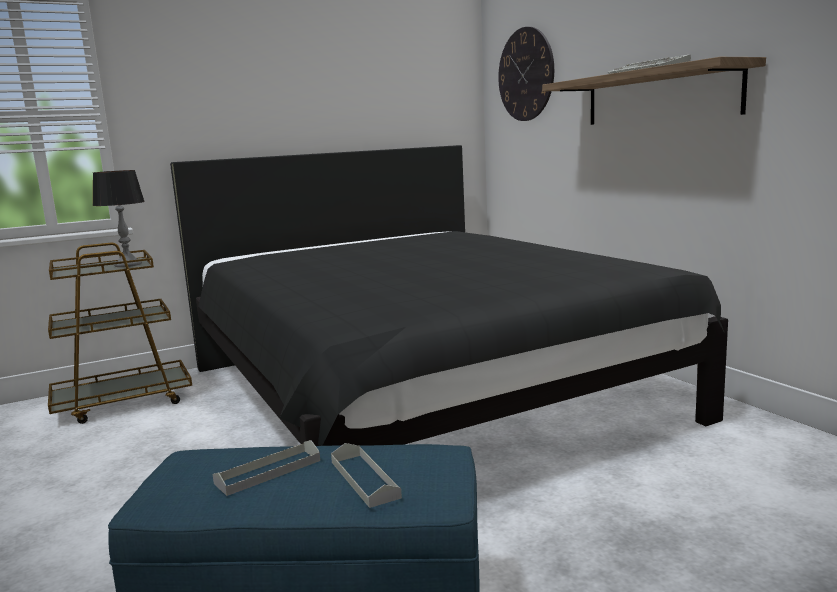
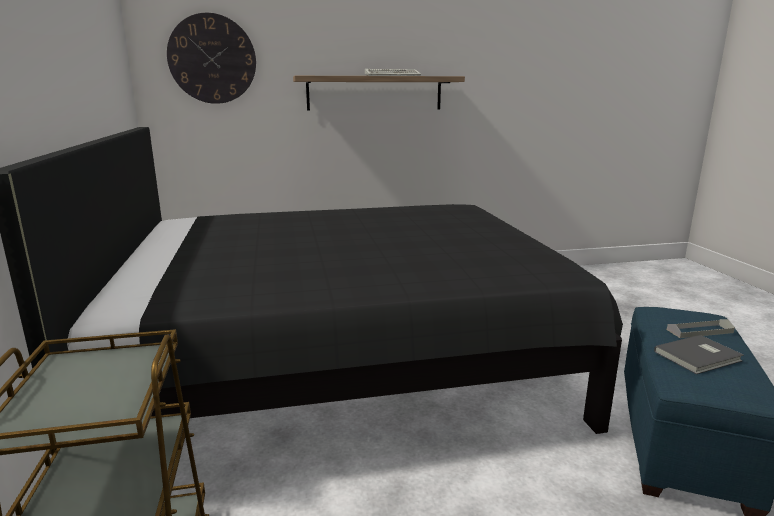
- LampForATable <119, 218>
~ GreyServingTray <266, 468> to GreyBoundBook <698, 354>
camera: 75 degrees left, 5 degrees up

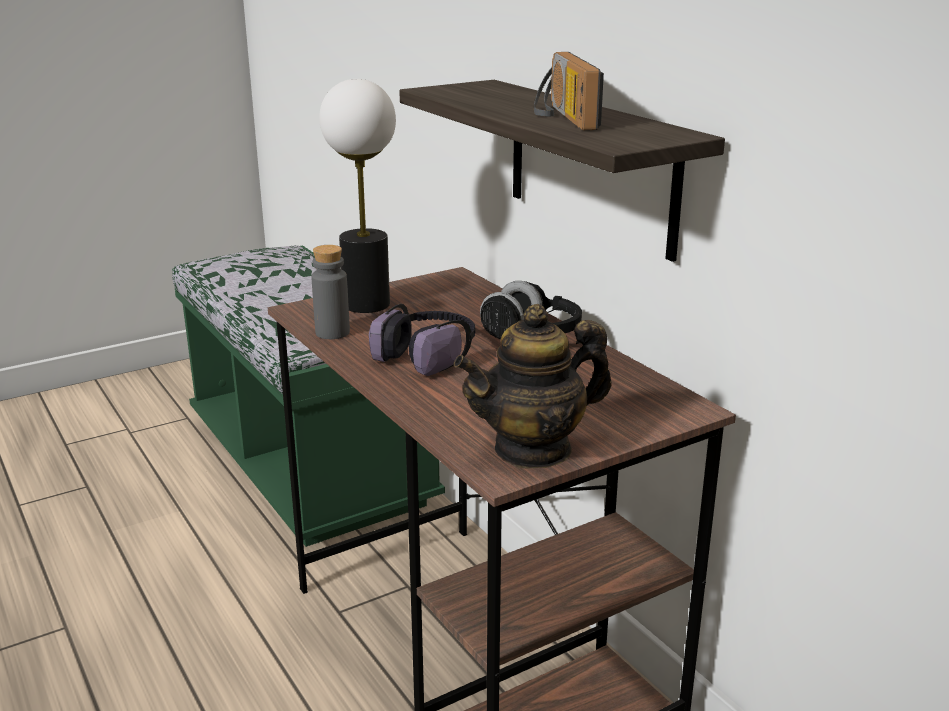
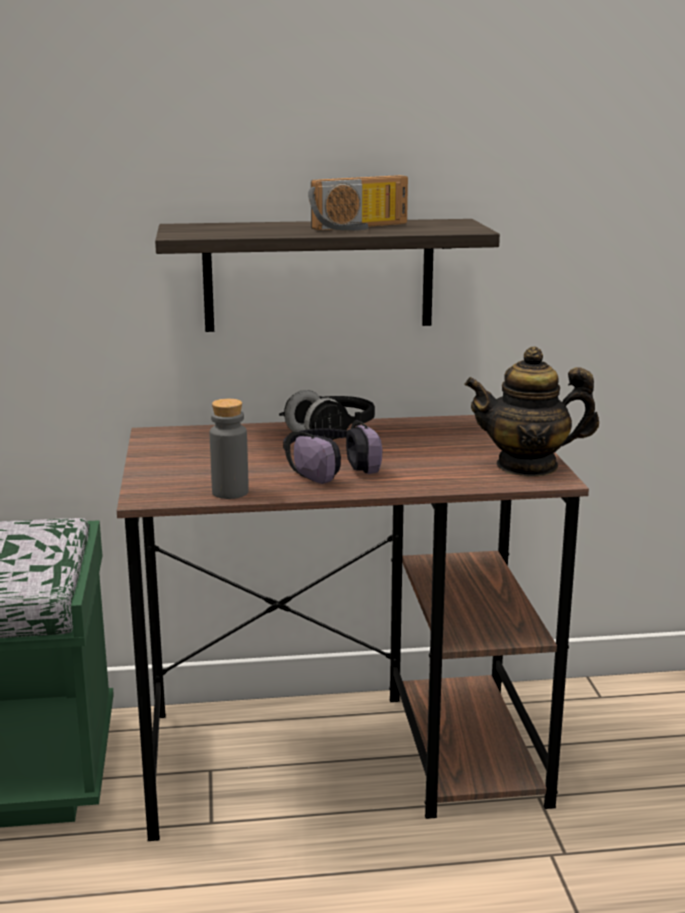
- LampForATable <357, 196>
~ Teapot <533, 386> = <531, 411> 90 degrees clockwise
~ Radio <569, 91> = <358, 203> 45 degrees counterclockwise
camera: 65 degrees left, 5 degrees down

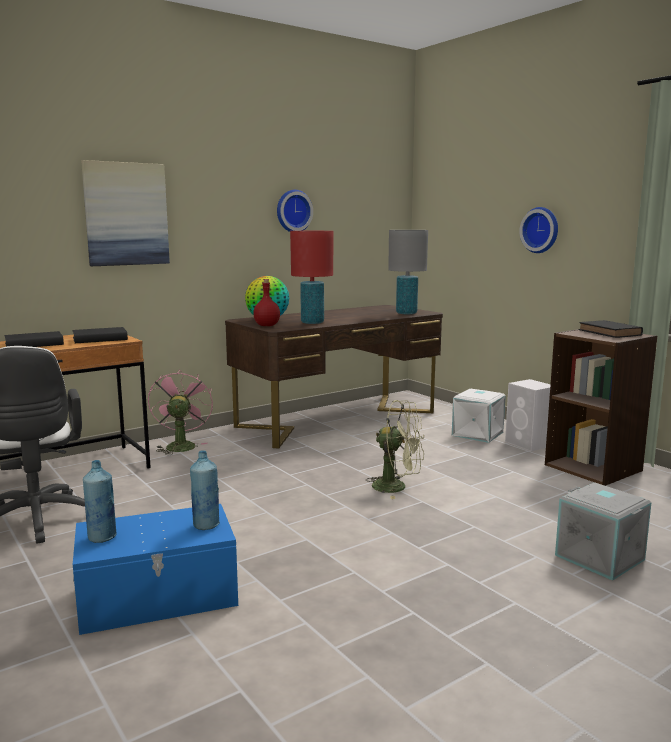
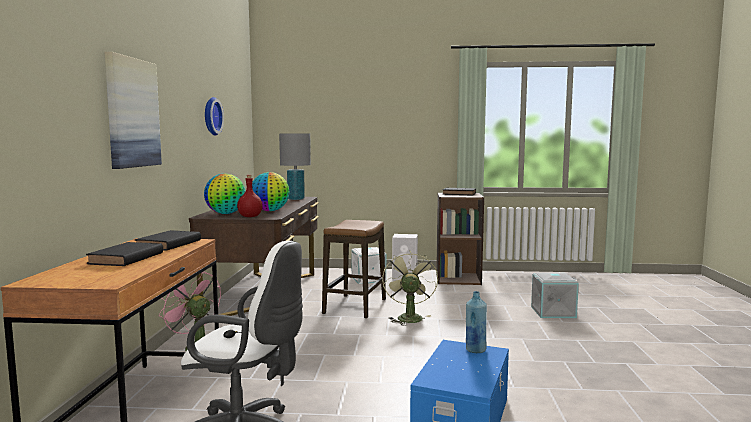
- BlueBottle <100, 501>
- ClockOnTheWall <538, 230>
+ StoolSeat <354, 269>
~ RedColouredLampForATable <311, 277> to WorldGlobe <271, 191>
~ GreenishCoolingFan <395, 449> = <410, 288> 60 degrees counterclockwise
camera: 50 degrees left, 5 degrees down

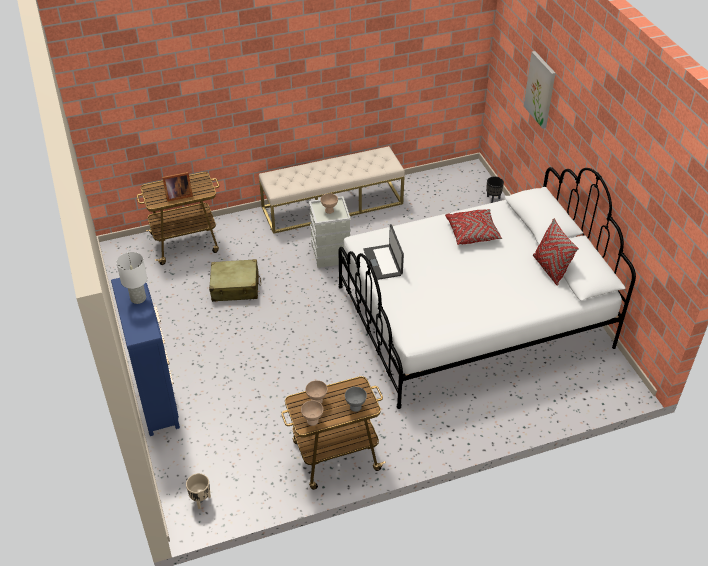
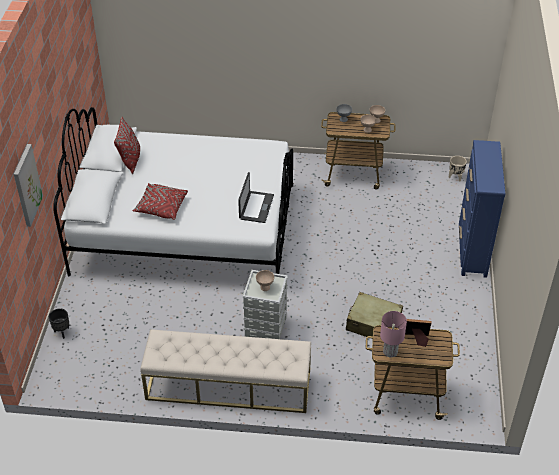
- WhitishLampForATable <131, 278>
+ PinkColouredLampForATable <393, 334>
camera: 155 degrees left, 0 degrees up

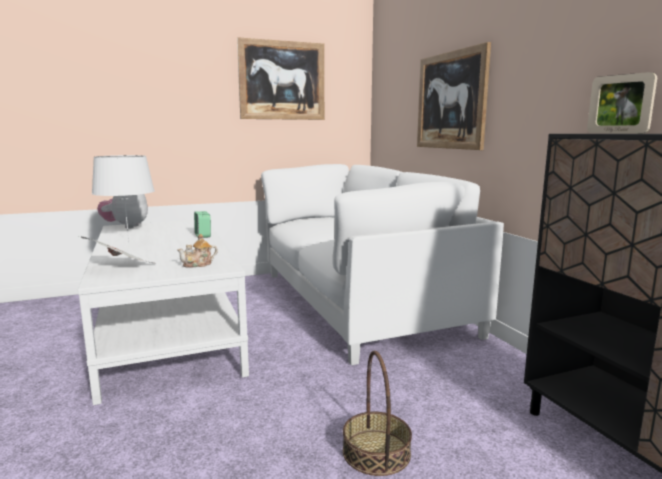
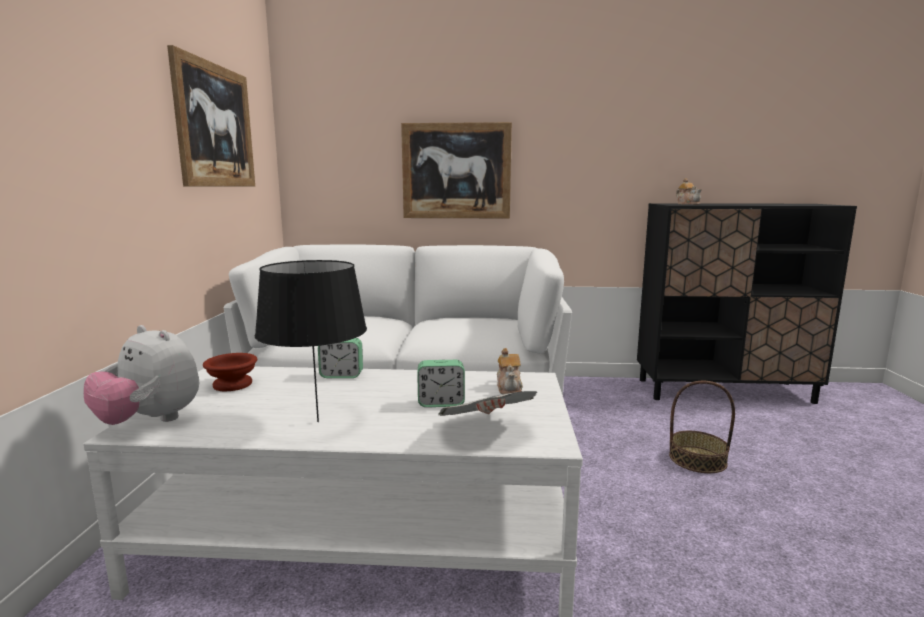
+ BrownColouredBowl <230, 372>
+ BedsideClock <441, 383>
~ StandingFrame <622, 102> to Teapot <689, 191>
~ WhitishLampForATable <123, 199> to BlackLampForATable <311, 341>
camera: 65 degrees left, 0 degrees up

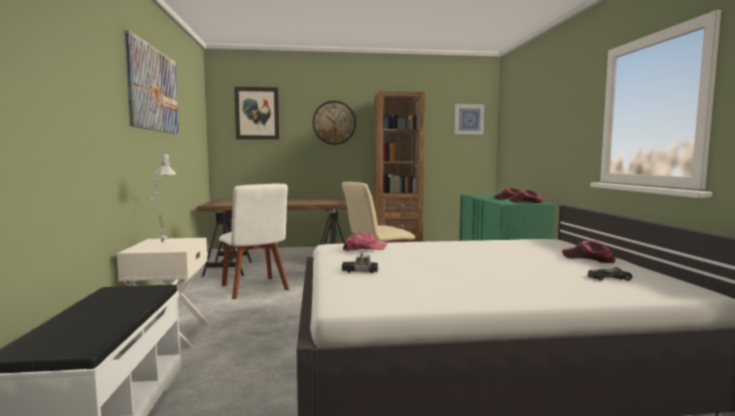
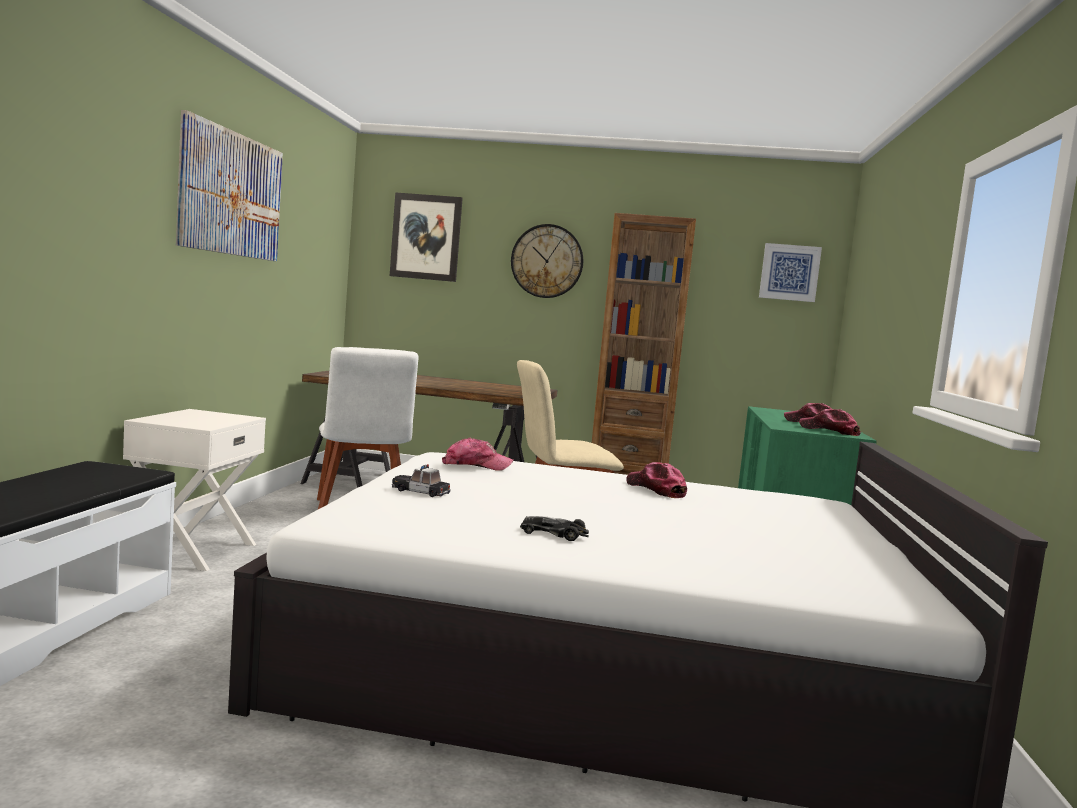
- GreyLampForATable <163, 198>
~ BaseballCap <589, 252> to <656, 480>
~ MiniatureCar <610, 274> to <554, 528>
camera: 15 degrees right, 0 degrees up

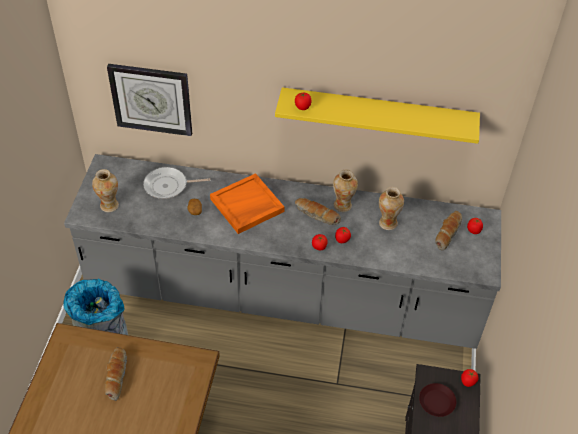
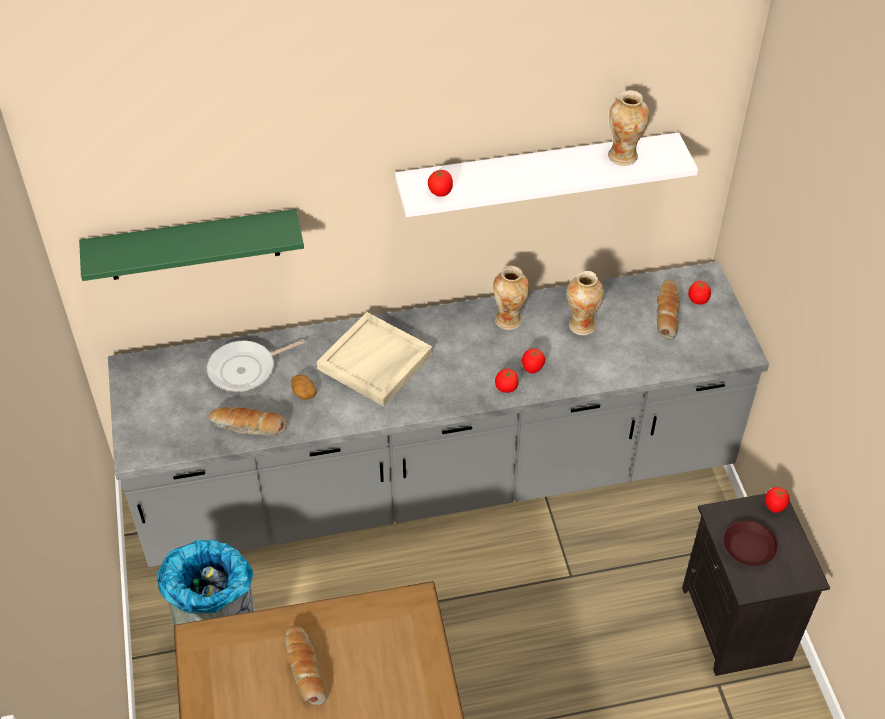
~ Vase <105, 190> to <629, 128>
~ BakeryBread <318, 211> to <248, 421>
~ ClockOnTheWall <149, 100> to GreenishShelf <191, 245>
~ OrangeColouredServingTray <247, 203> to BeigeColouredServingTray <375, 359>
~ YellowishShelf <377, 115> to WhitishShelf <546, 175>
camera: 20 degrees left, 0 degrees up

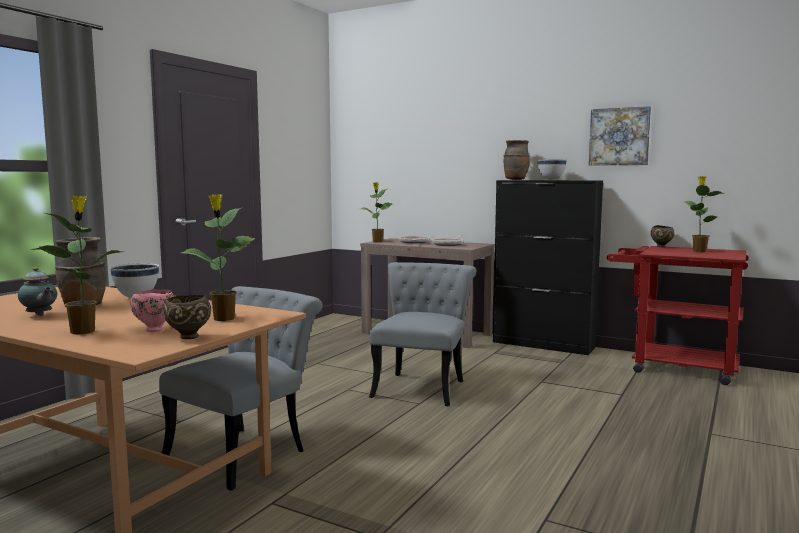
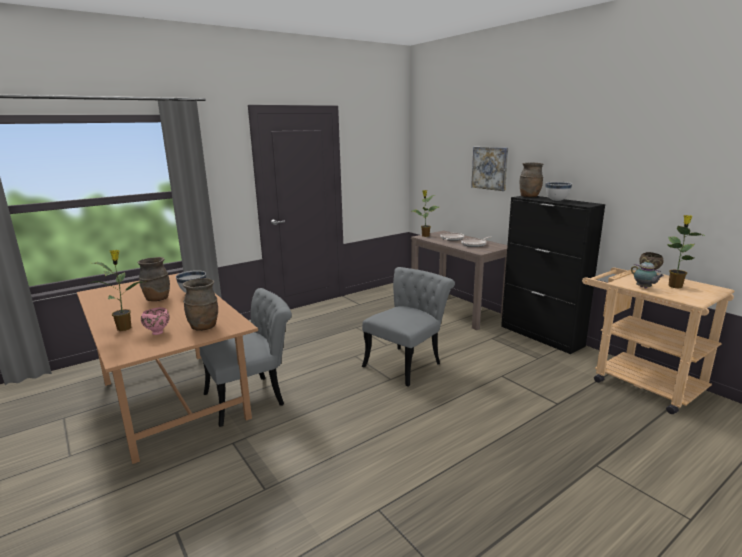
- BrownColouredBowl <187, 317>
~ Teapot <37, 291> to <647, 274>
~ WallPicture <620, 136> to <489, 169>
~ PottedPlant <218, 257> to BrownColouredVase <200, 304>
~ RedColouredWheeledCart <678, 315> to BeigeColouredWheeledCart <658, 340>
camera: 25 degrees right, 10 degrees up

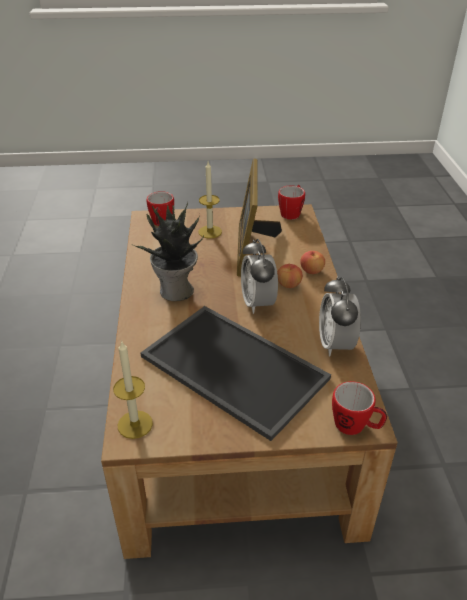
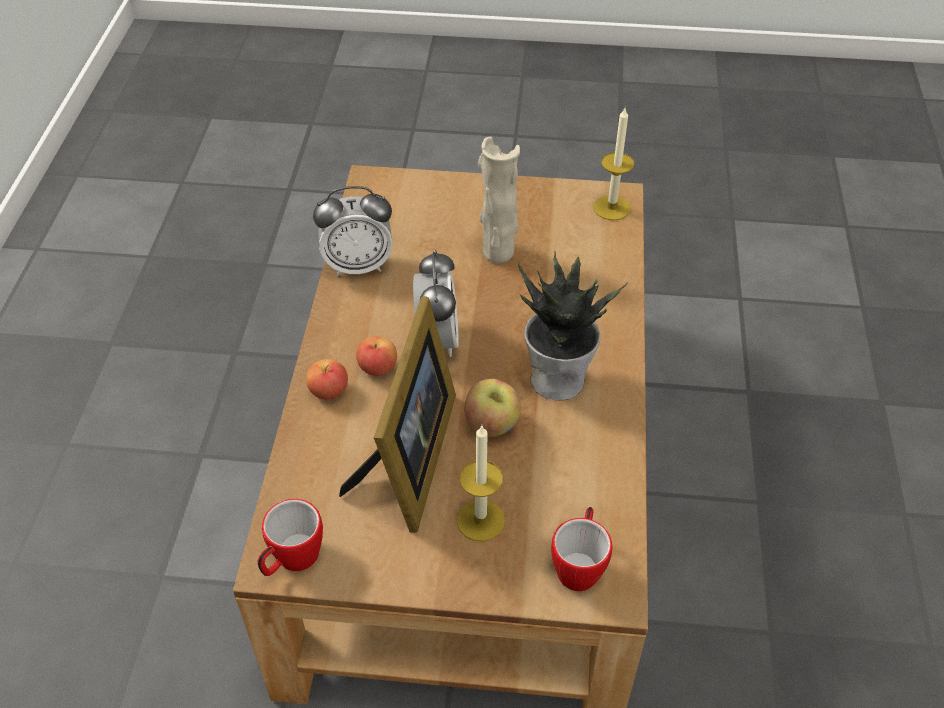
- CoffeeMug <359, 408>
+ Apple <492, 408>
~ ServingTray <236, 373> to BeigeColouredVase <499, 200>
~ BedsideClock <340, 316> = <352, 231> 75 degrees clockwise
camera: 170 degrees left, 10 degrees up

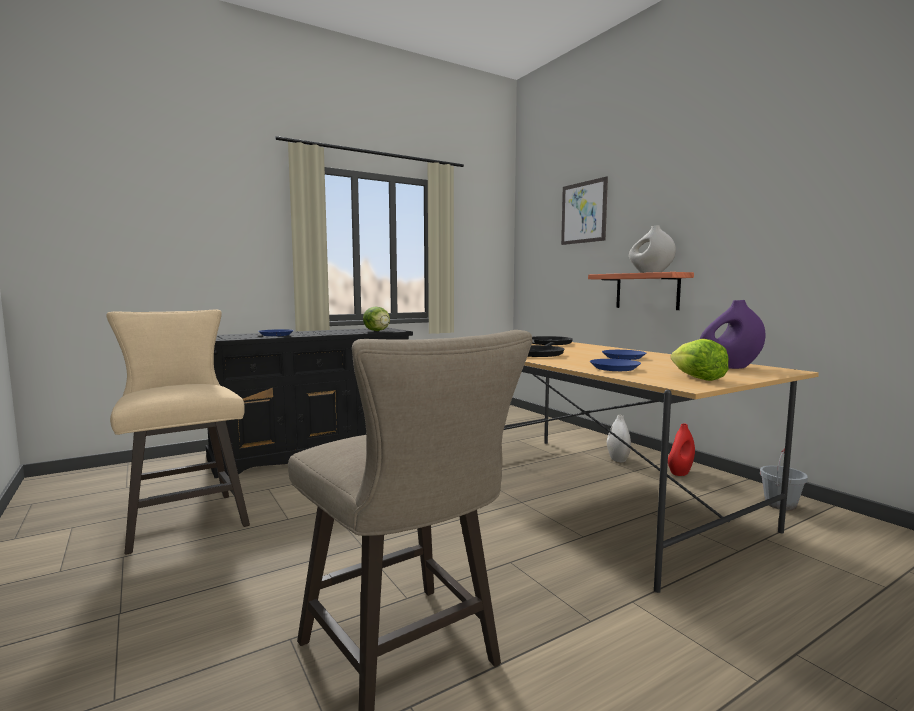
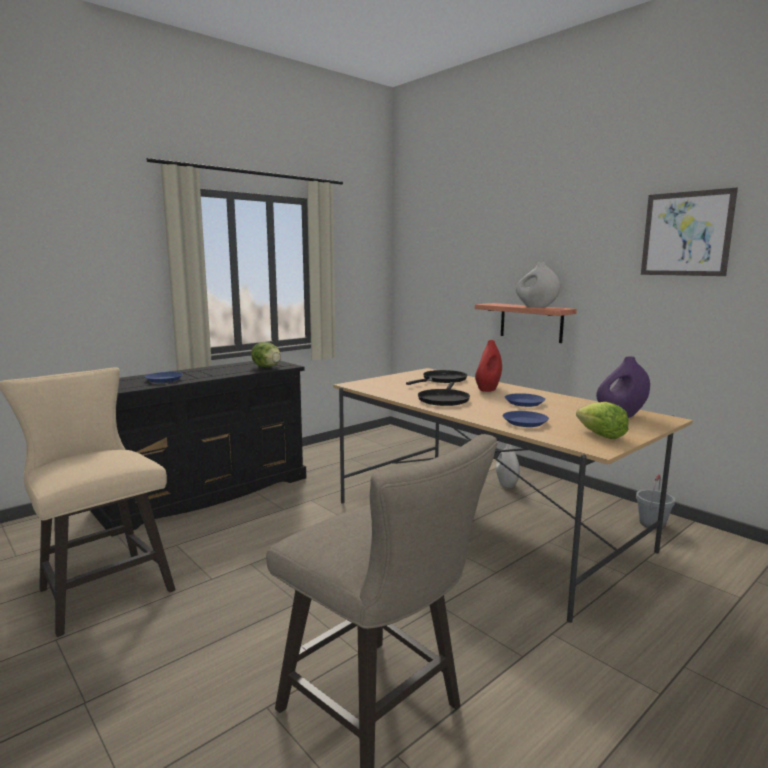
~ WallPicture <584, 210> to <689, 232>
~ RedColouredVase <681, 450> to <488, 366>
camera: 10 degrees left, 5 degrees up

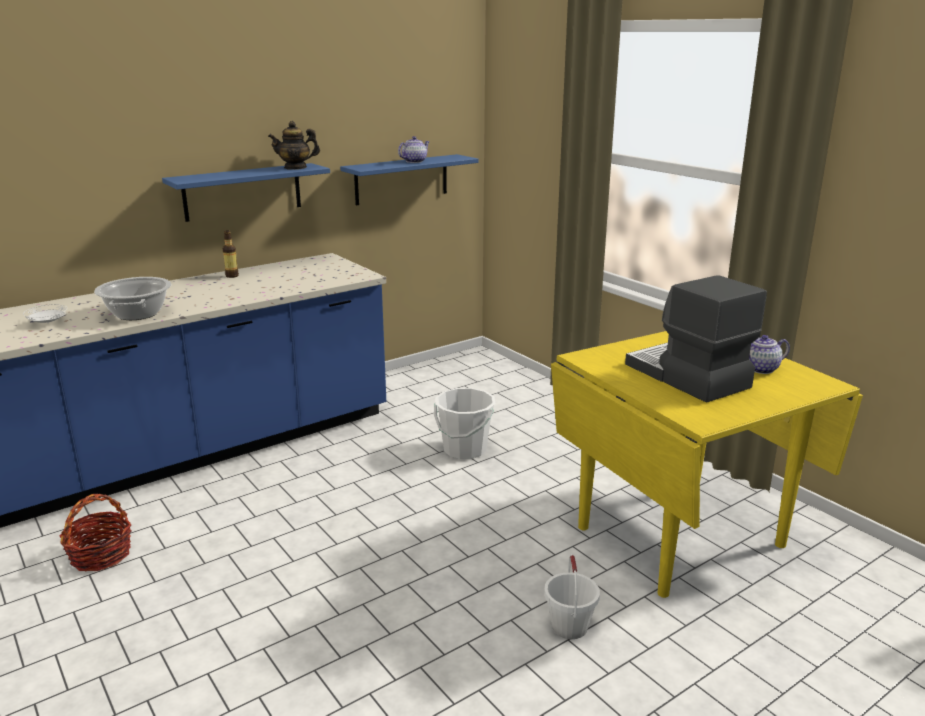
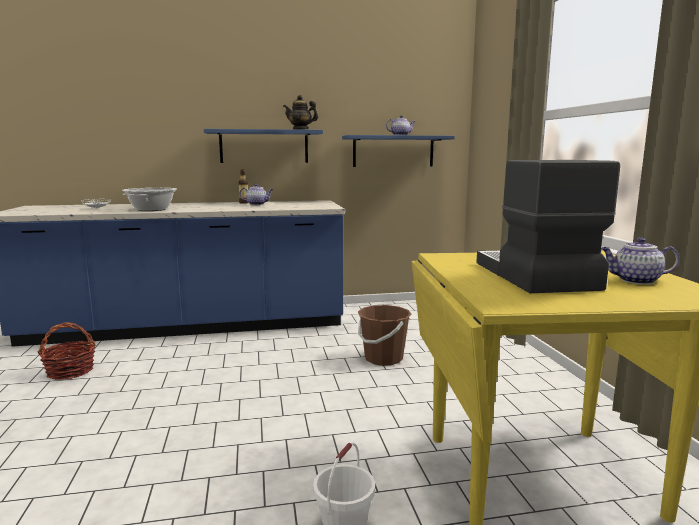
+ Teapot <256, 194>
~ WhitishBucket <464, 423> to BrownColouredBucket <384, 335>
camera: 25 degrees right, 10 degrees down

